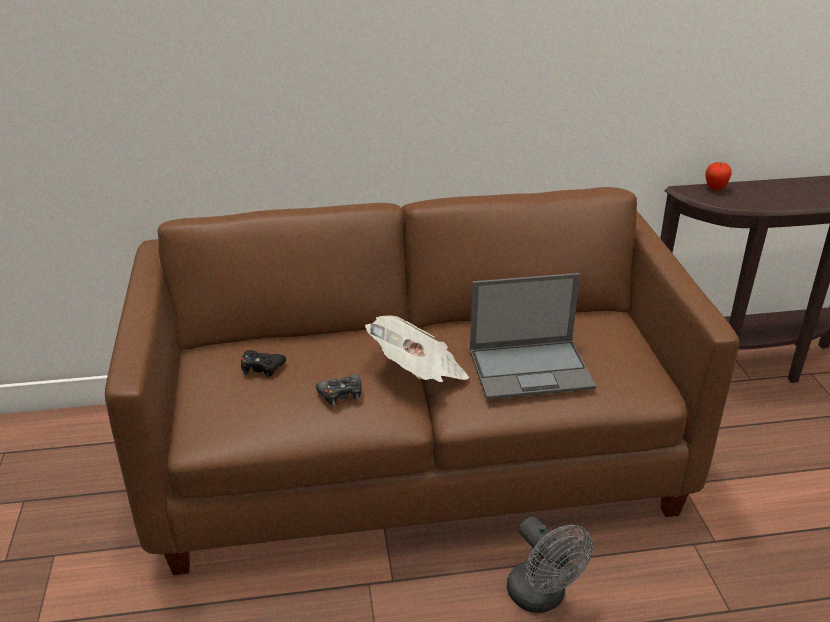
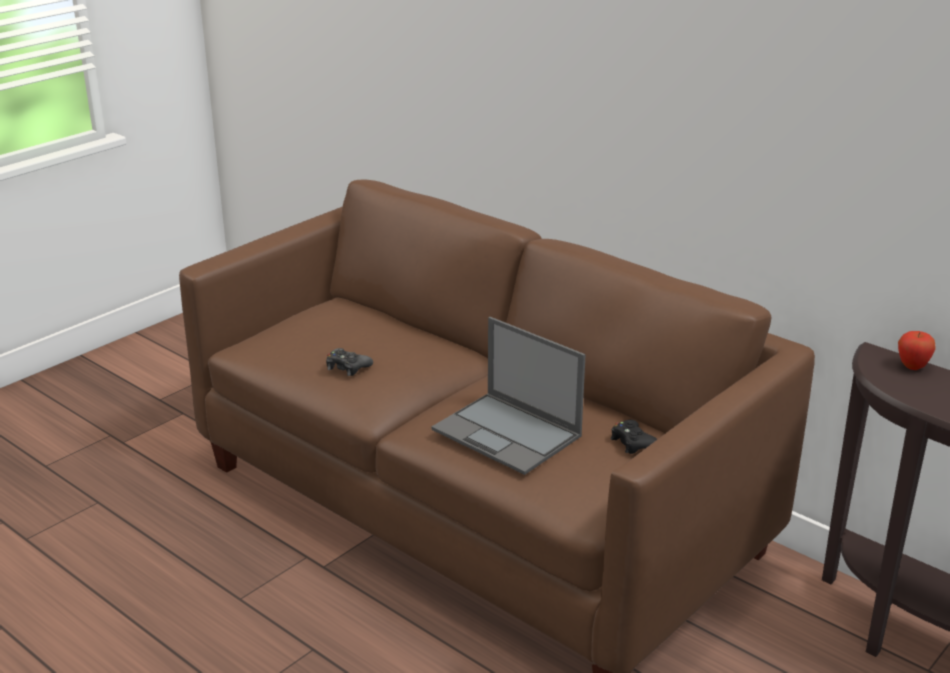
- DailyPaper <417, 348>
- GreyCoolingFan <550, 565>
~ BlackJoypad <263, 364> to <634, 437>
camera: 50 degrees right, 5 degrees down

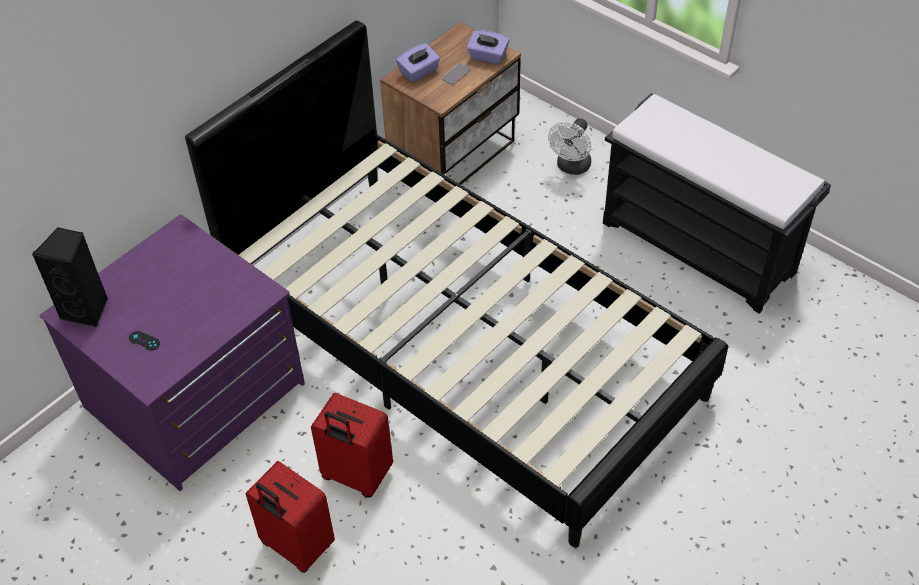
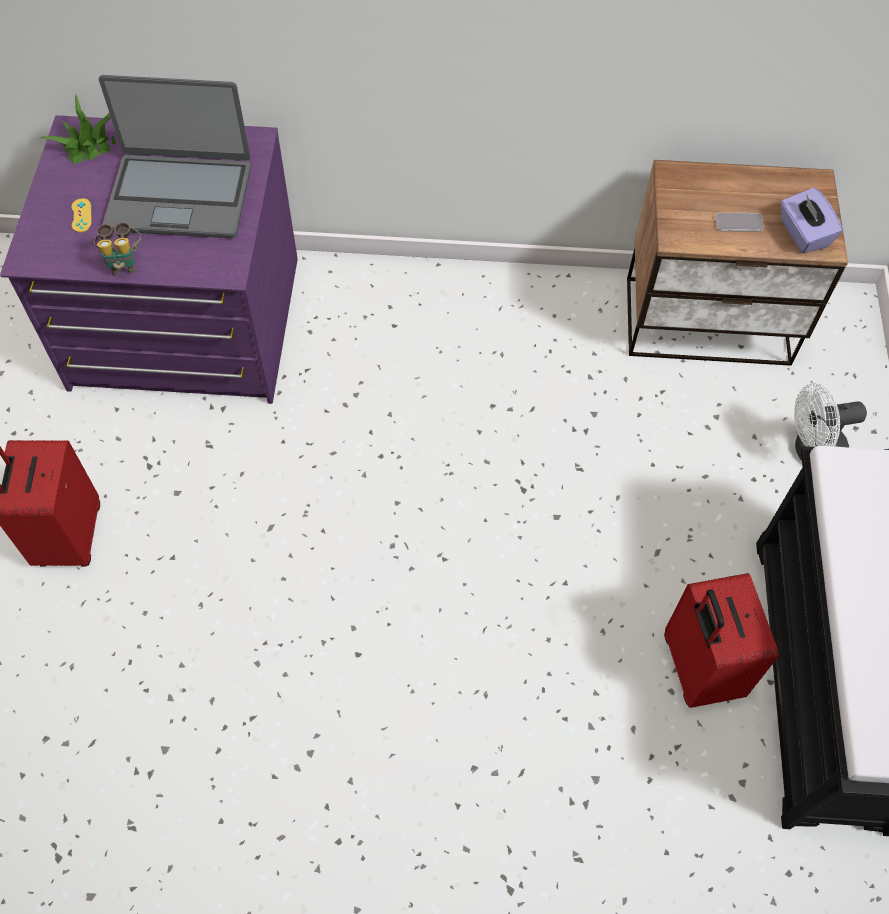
- BlackBedroomBed <456, 284>
- PurplishTissueBox <418, 62>
+ PairOfBinoculars <118, 248>
+ PortableComputer <175, 156>
~ RedColouredTravelCase <352, 445> to <721, 640>
~ BlackSpeaker <70, 277> to PottedPlant <78, 129>
~ BlackJoypad <144, 341> to YellowishJoypad <81, 215>
camera: 50 degrees right, 10 degrees up

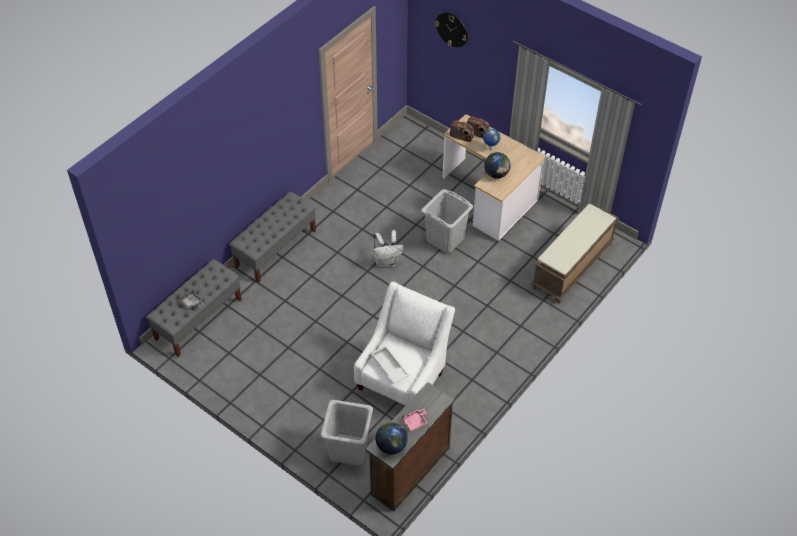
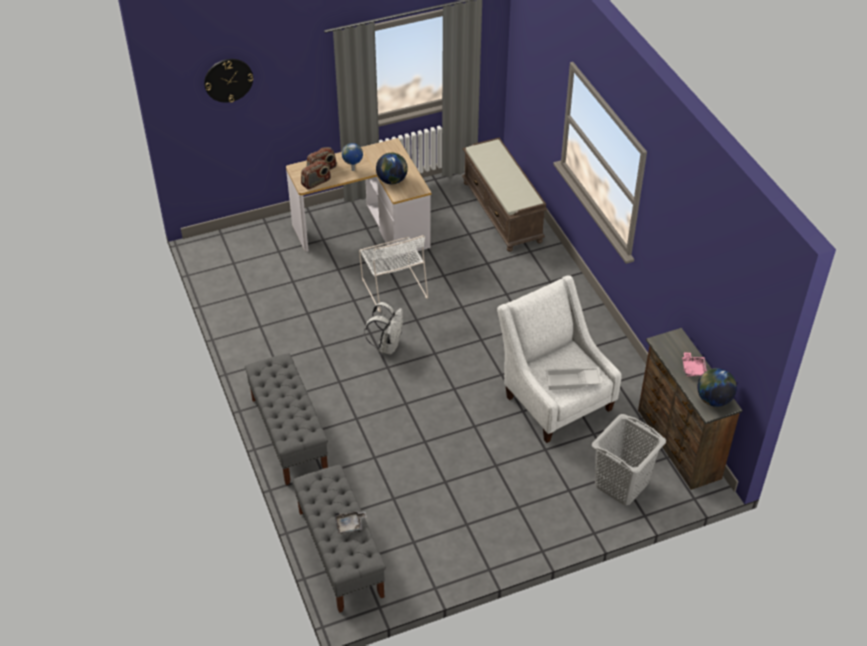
~ GreyLaundryBasket <447, 221> to WhitishUprightChair <393, 273>
camera: 60 degrees left, 5 degrees down

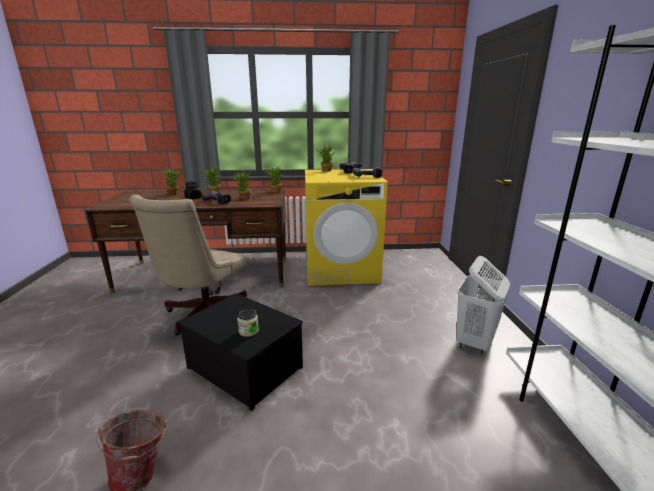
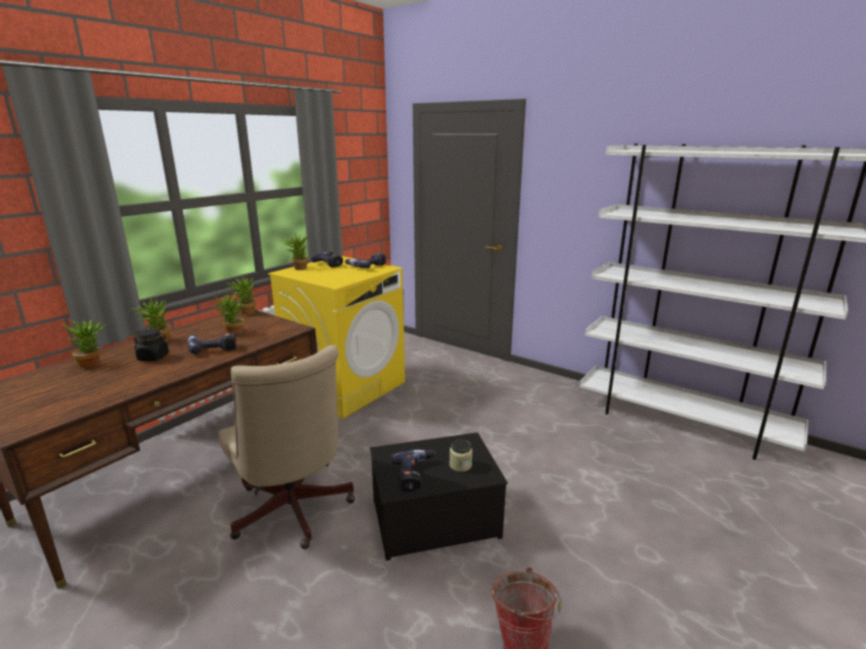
- WhitishLaundryBasket <483, 305>
+ Drill <413, 471>
camera: 50 degrees left, 0 degrees up

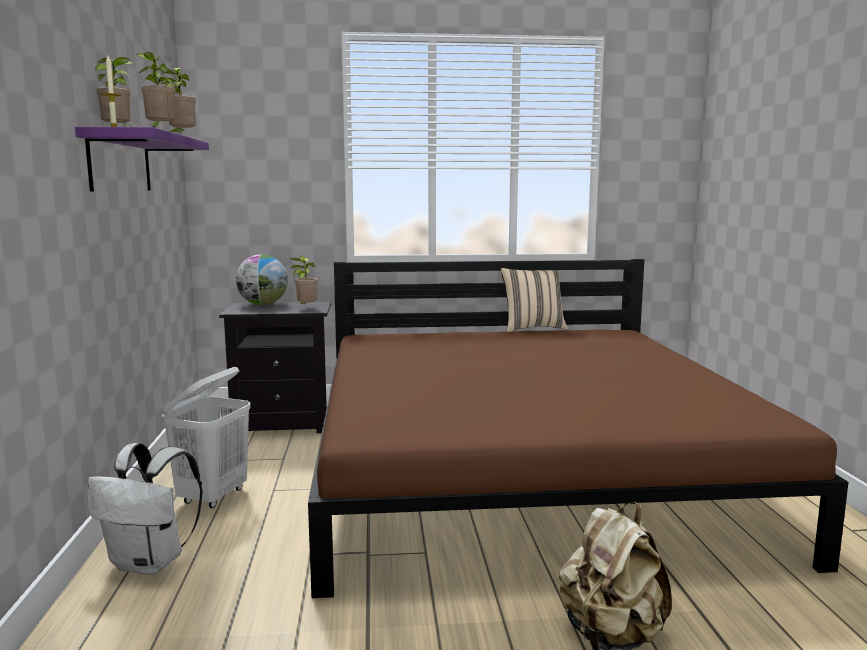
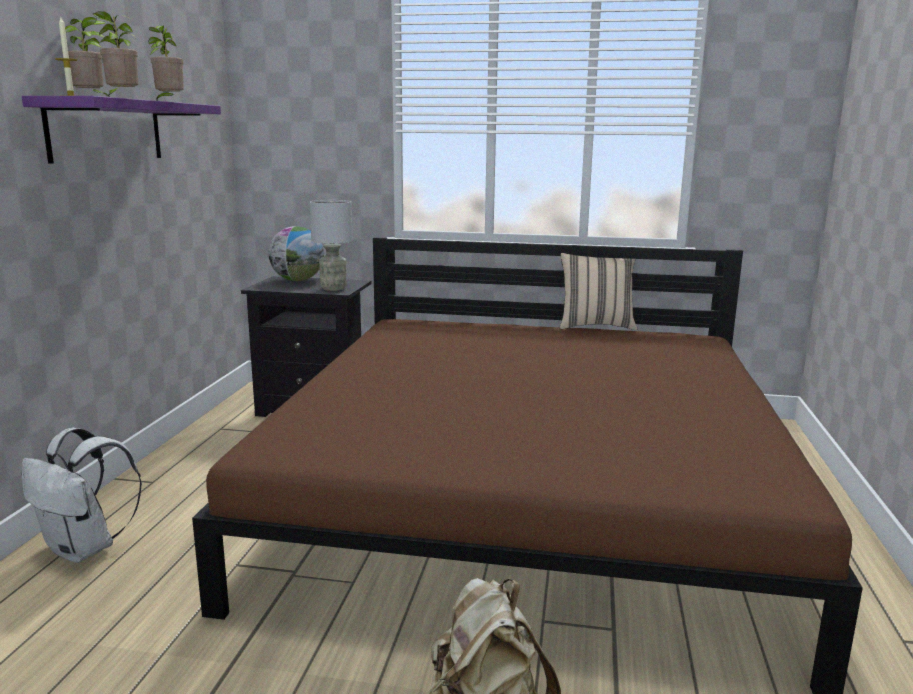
- WhitishLaundryBasket <206, 437>
~ PottedPlant <304, 280> to GreyLampForATable <331, 245>
camera: 15 degrees right, 5 degrees up

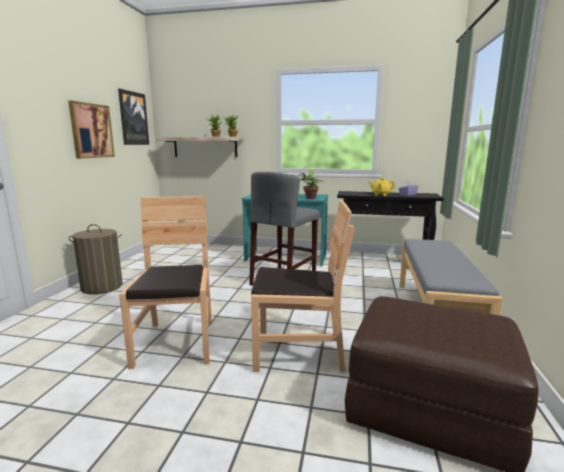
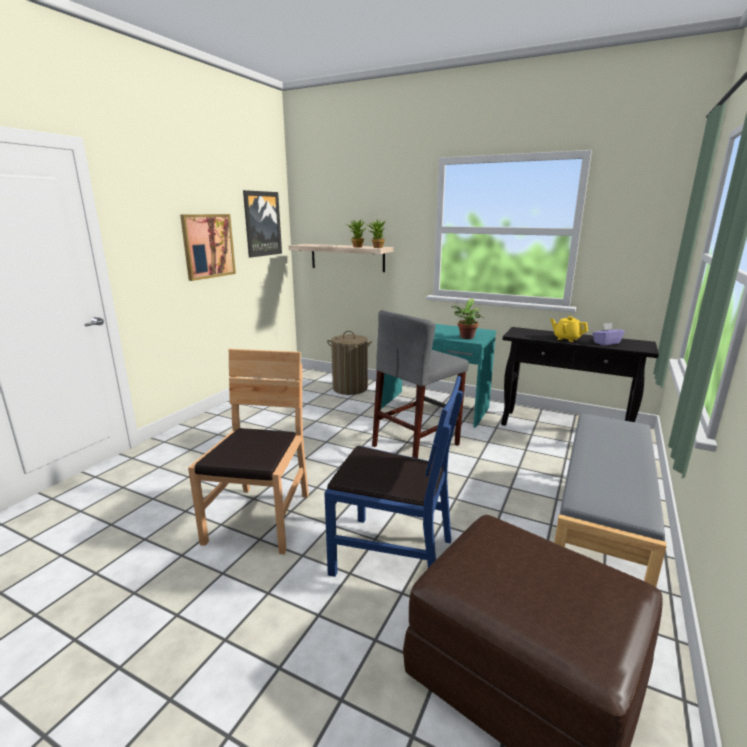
~ LaundryBasket <95, 259> to <349, 363>
~ BrownColouredUprightChair <302, 286> to BlueUprightChair <393, 476>
camera: 15 degrees right, 5 degrees up

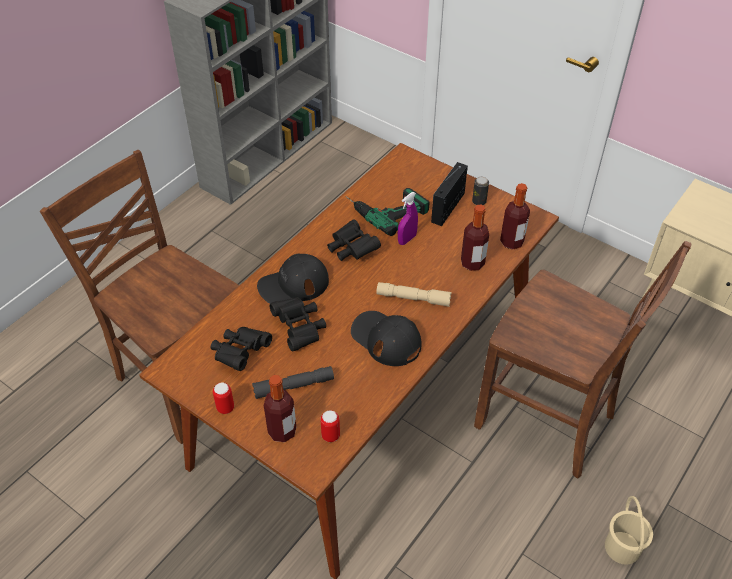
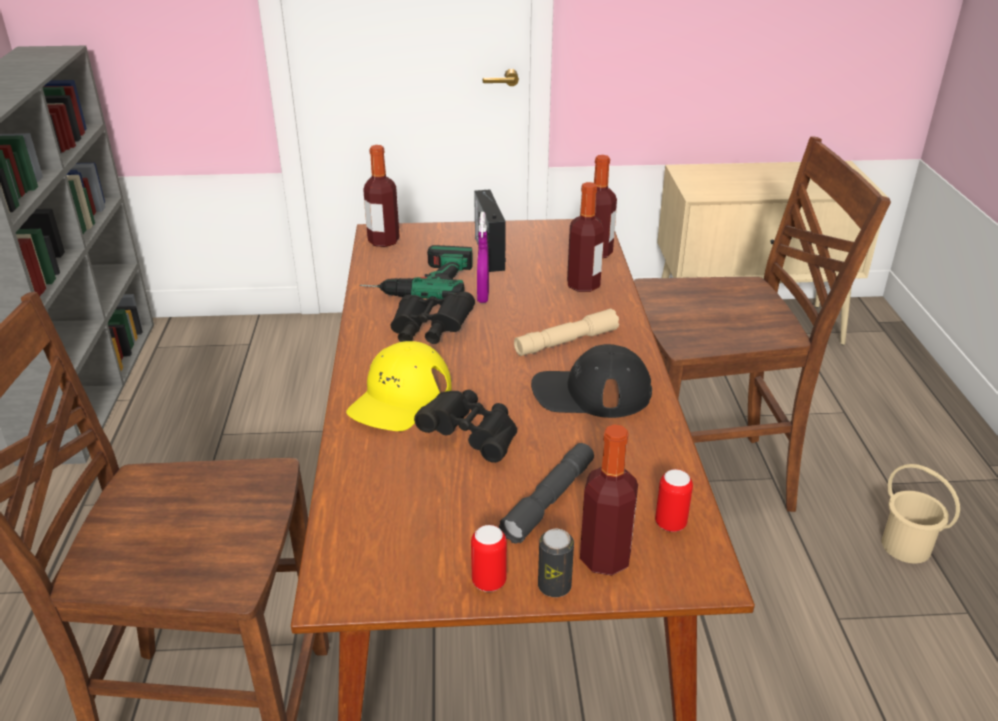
- BlackPairOfBinoculars <241, 349>
+ Bottle <381, 196>
~ Can <480, 191> to <556, 563>
~ BlackBaseballCap <293, 278> to YellowishBaseballCap <398, 386>
camera: 40 degrees left, 15 degrees down

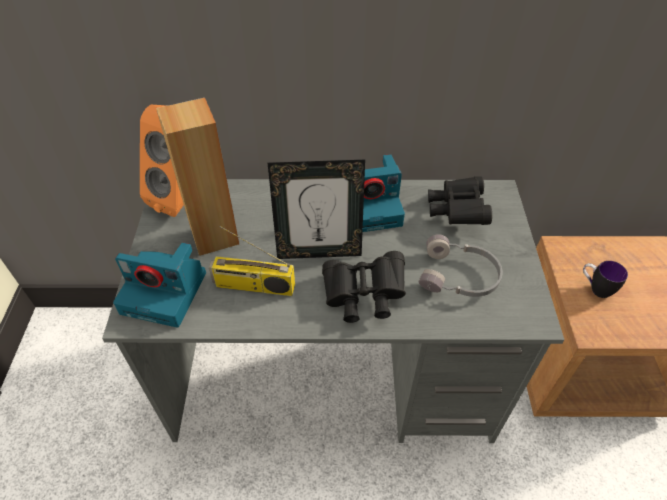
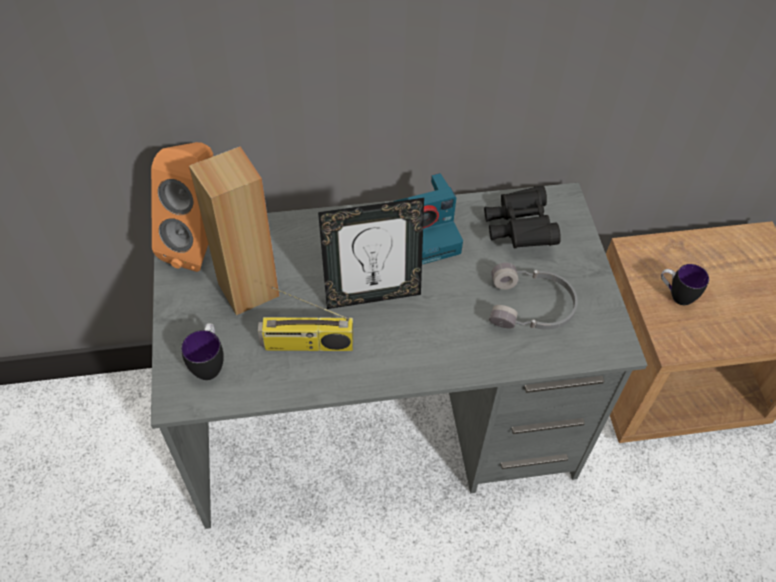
- BlackPairOfBinoculars <364, 287>
~ PhotoCamera <159, 285> to CoffeeMug <202, 351>
camera: 10 degrees left, 5 degrees up

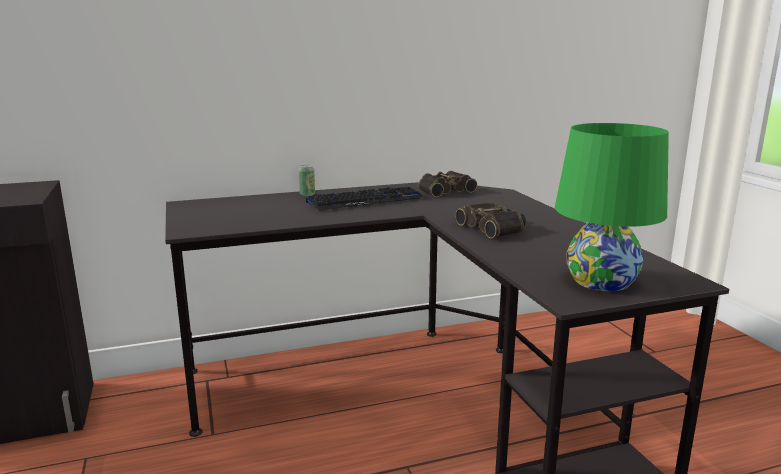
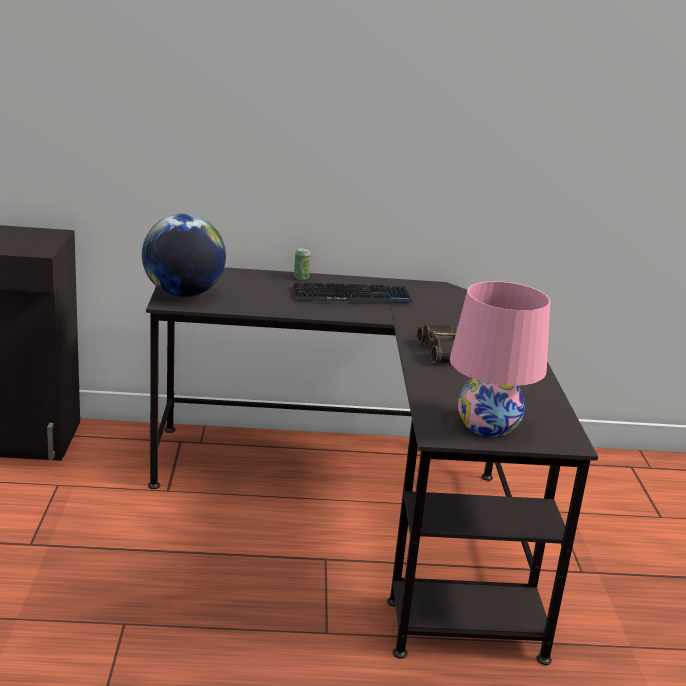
- PairOfBinoculars <447, 184>
+ WorldGlobe <184, 255>
~ GreenishLampForATable <612, 207> to PinkColouredLampForATable <500, 359>
camera: 15 degrees right, 5 degrees up

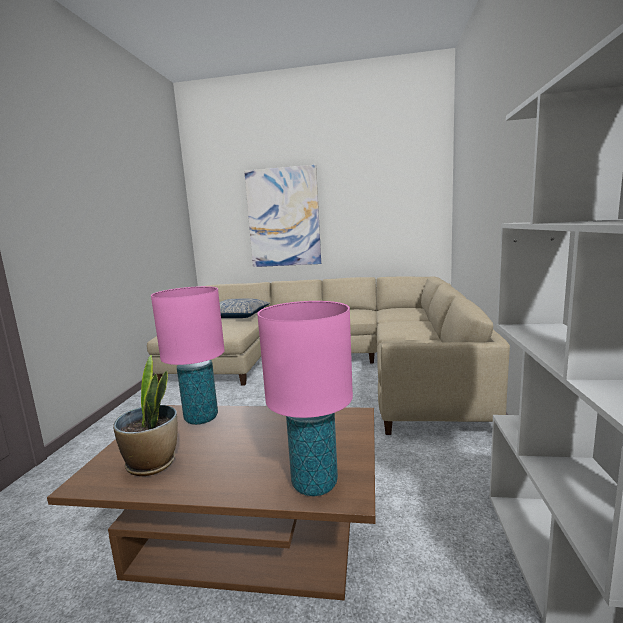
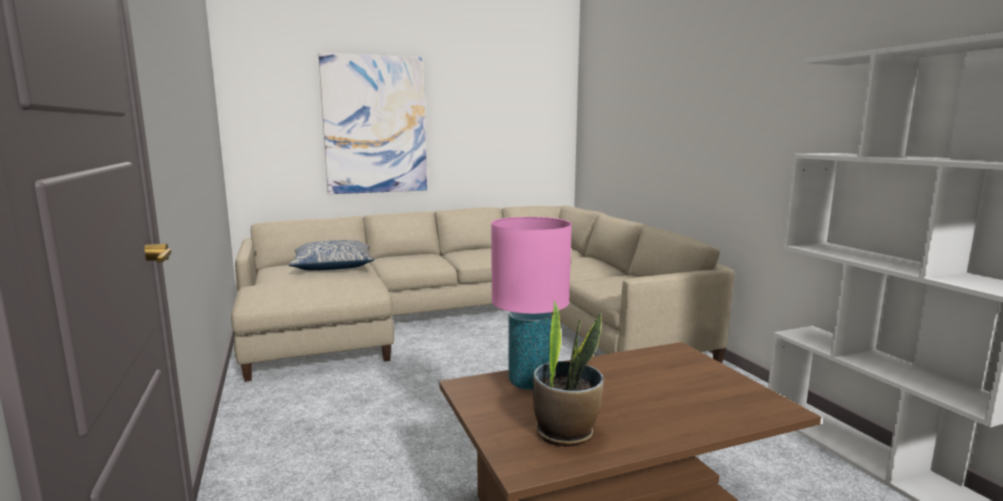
- PinkColouredLampForATable <305, 399>
camera: 30 degrees left, 0 degrees up

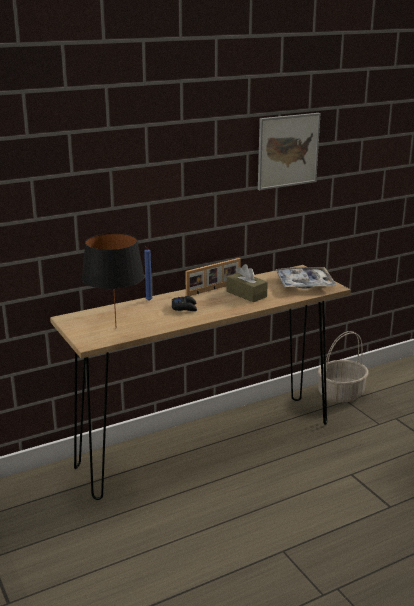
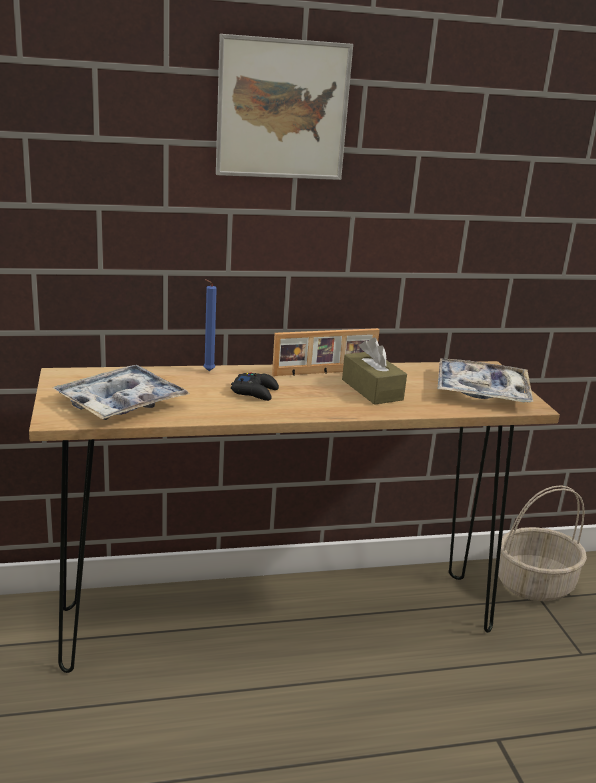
~ WallPicture <289, 151> to <284, 107>
~ BlackLampForATable <113, 279> to ServingTray <121, 392>
camera: 15 degrees right, 0 degrees up

